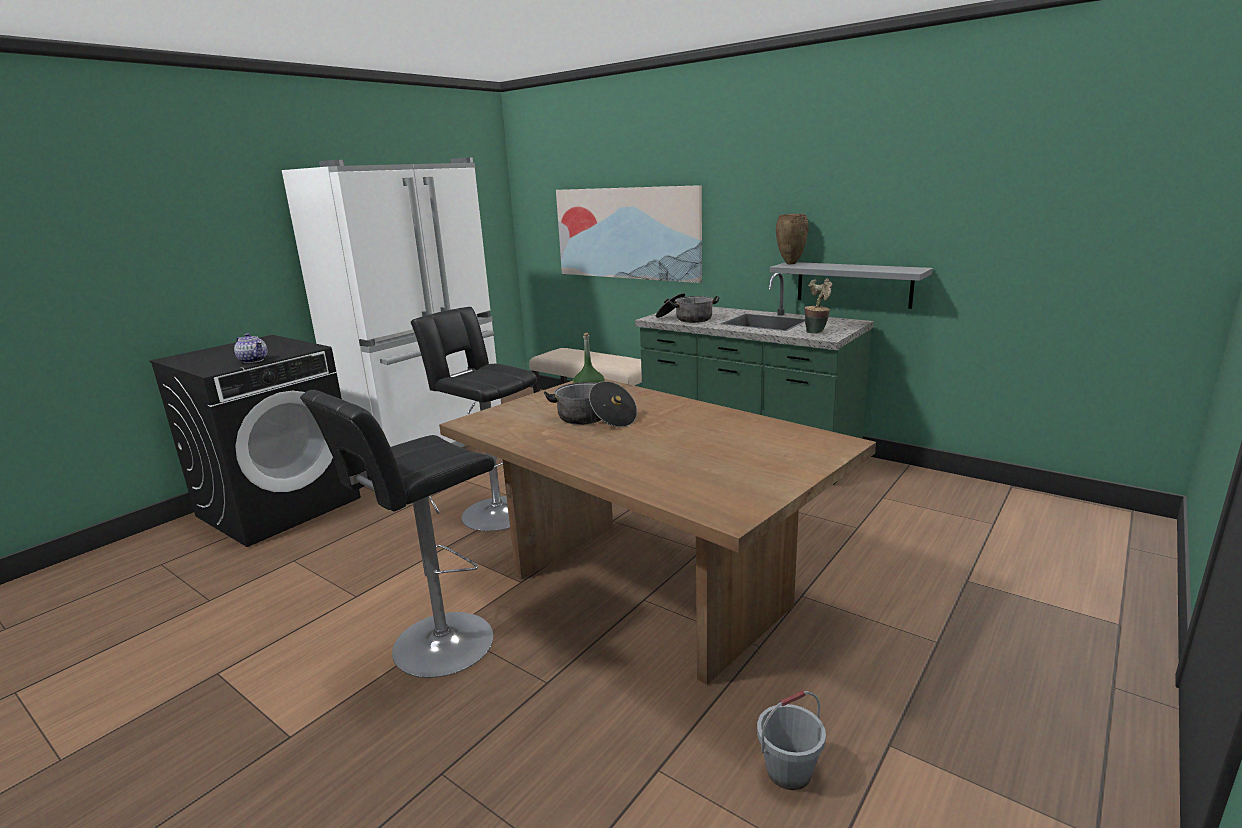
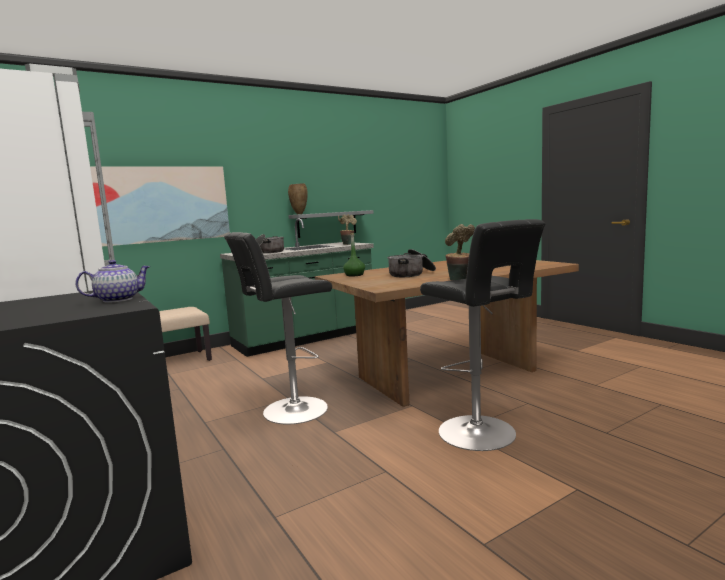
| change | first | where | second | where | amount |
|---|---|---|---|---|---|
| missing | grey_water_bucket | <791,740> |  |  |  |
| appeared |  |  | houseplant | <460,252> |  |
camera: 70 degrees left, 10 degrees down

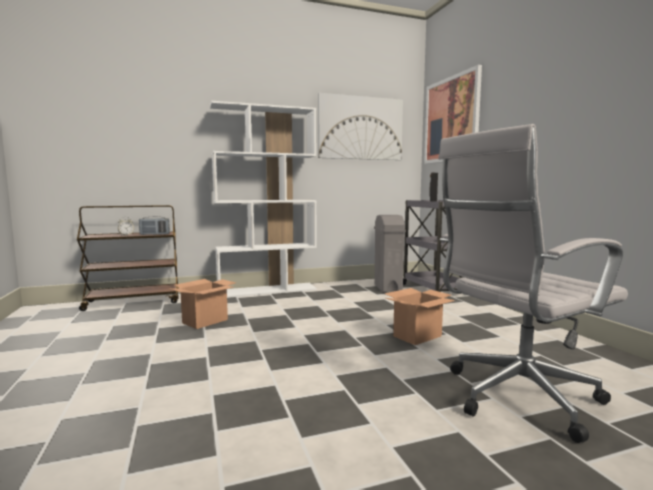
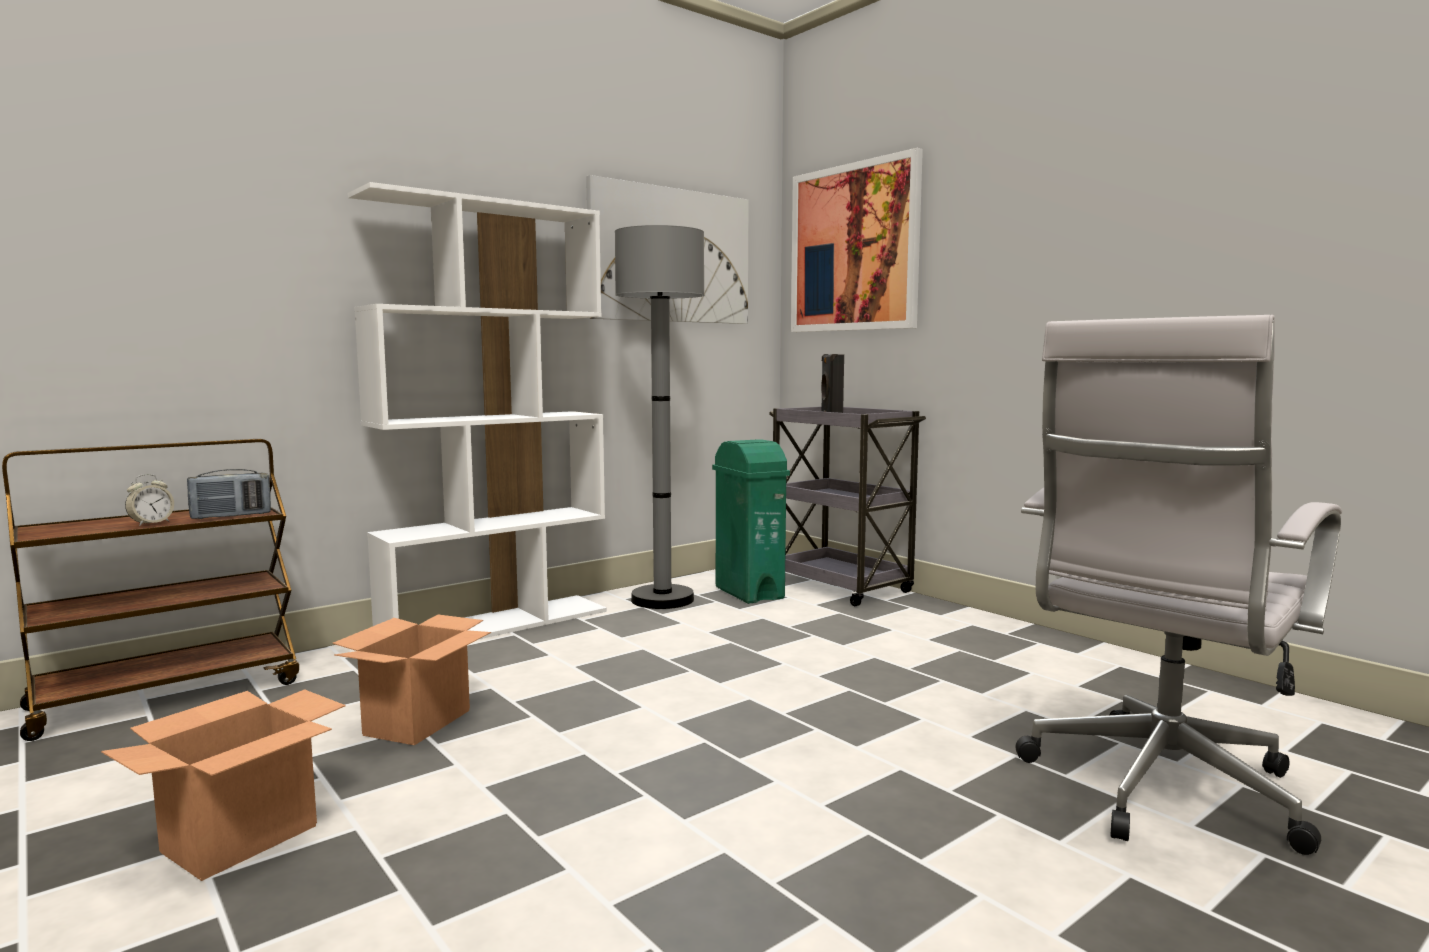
| change | first | where | second | where | amount |
|---|---|---|---|---|---|
| colour | grey_trash_can | <390,254> | greenish_trash_can | <751,521> |  |
| relocated | carton | <420,316> |  | <223,785> |  |
| appeared |  |  | grey_standard_lamp | <660,417> |  |
camera: 20 degrees left, 0 degrees up

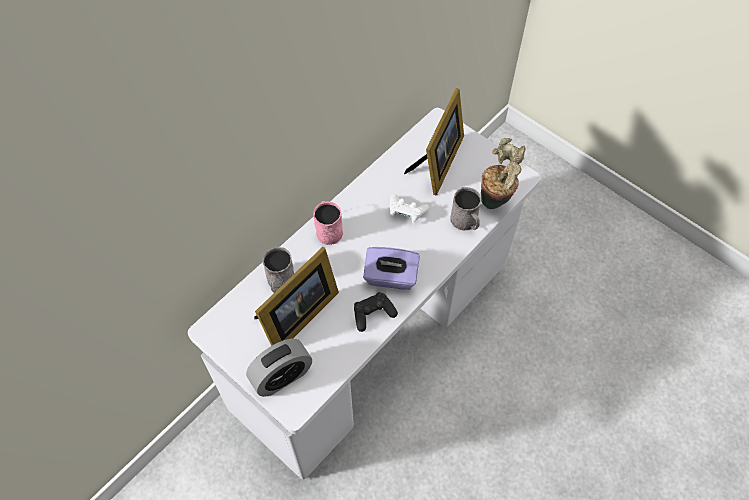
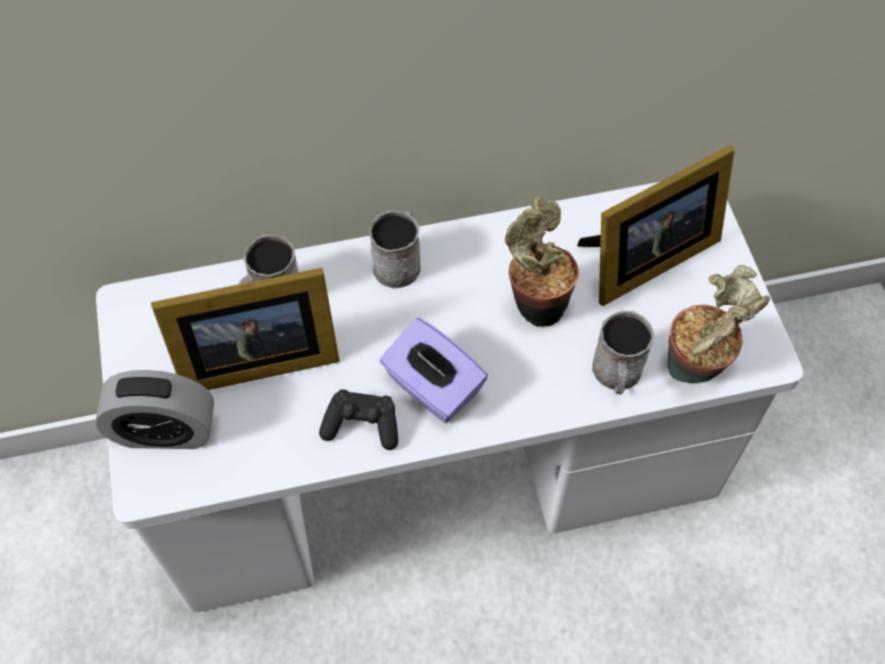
| change | first | where | second | where | amount |
|---|---|---|---|---|---|
| colour | pink-coloured_mug | <328,223> | grey_mug | <395,249> |  |
| exchanged | white_joypad | <409,209> | houseplant | <542,261> |  |
camera: 35 degrees right, 0 degrees up

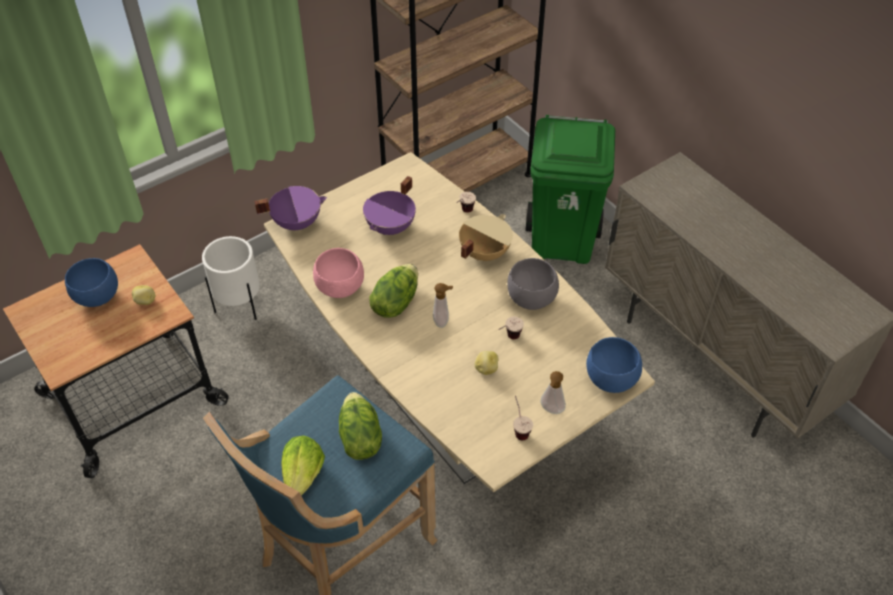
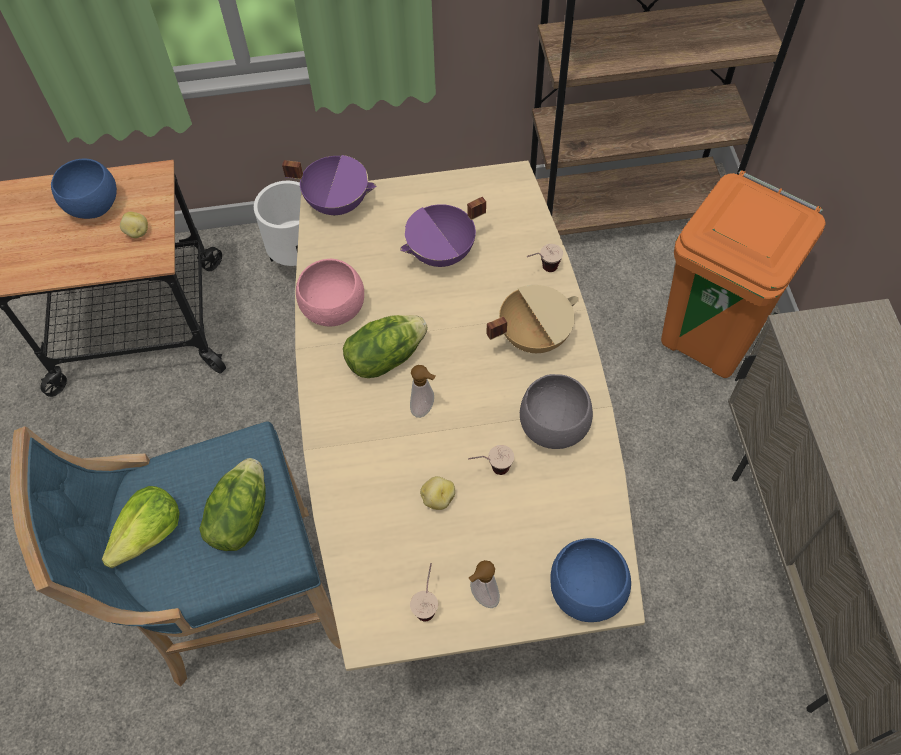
| change | first | where | second | where | amount |
|---|---|---|---|---|---|
| colour | greenish_trash_can | <570,189> | orangey_trash_can | <743,274> |  |
camera: 30 degrees right, 10 degrees up

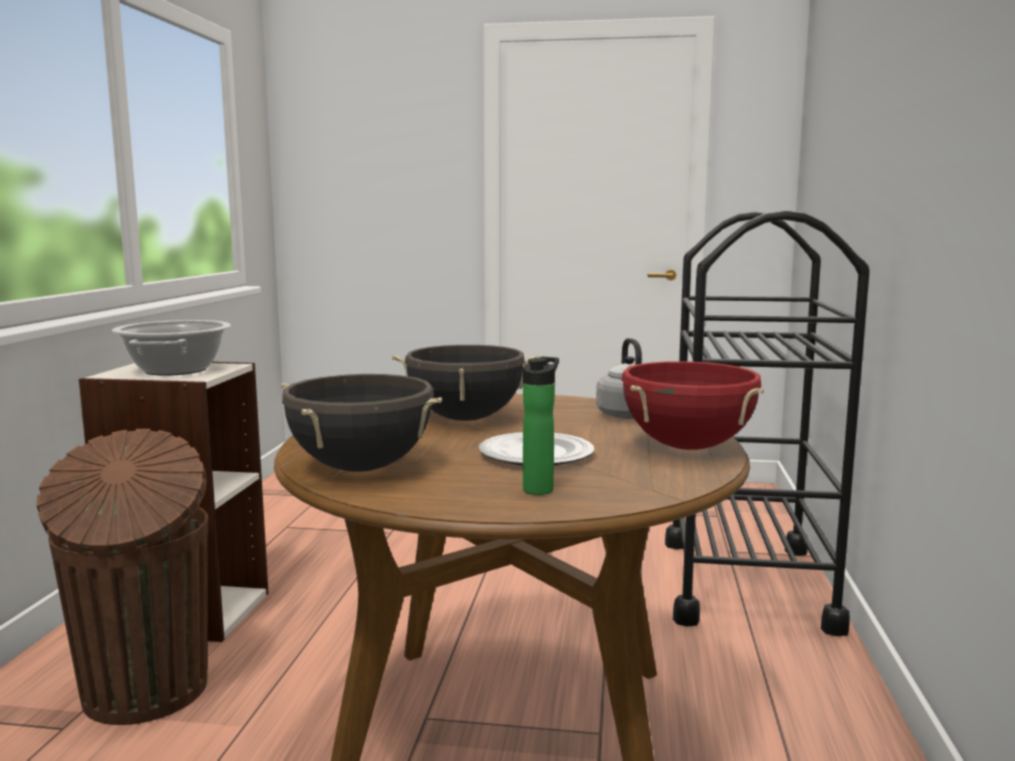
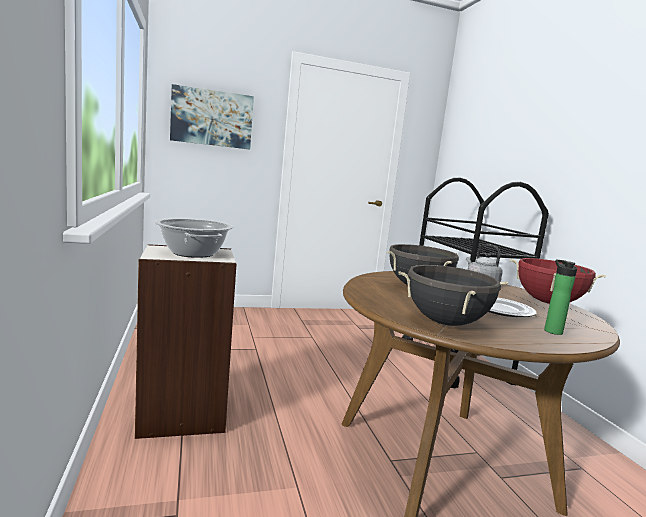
| change | first | where | second | where | amount |
|---|---|---|---|---|---|
| missing | brownish_trash_can | <122,577> |  |  |  |
| appeared |  |  | picture | <212,116> |  |
camera: 25 degrees left, 0 degrees up

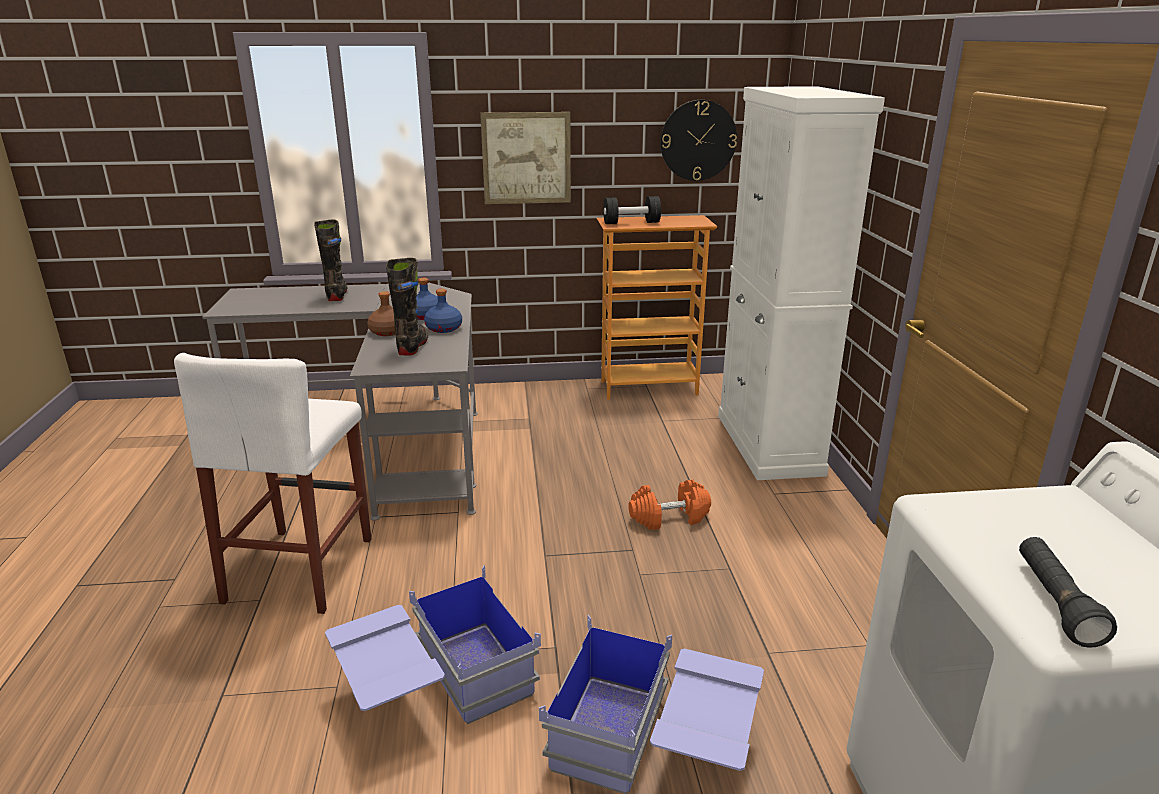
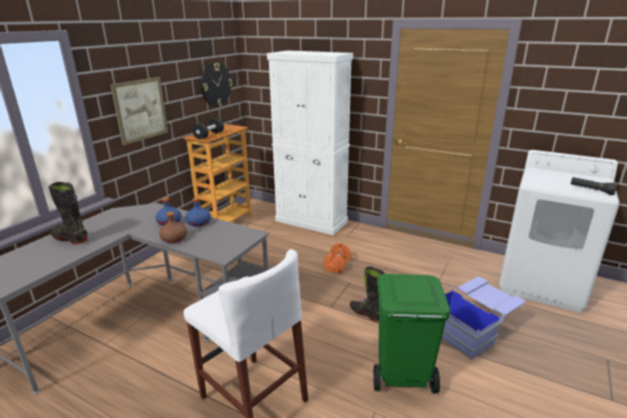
| change | first | where | second | where | amount |
|---|---|---|---|---|---|
| exchanged | bluish_storage_bin | <433,645> | greenish_trash_can | <411,334> |  |
| relocated | black_high-top_boot | <407,307> |  | <367,294> |  |
camera: 55 degrees left, 0 degrees up

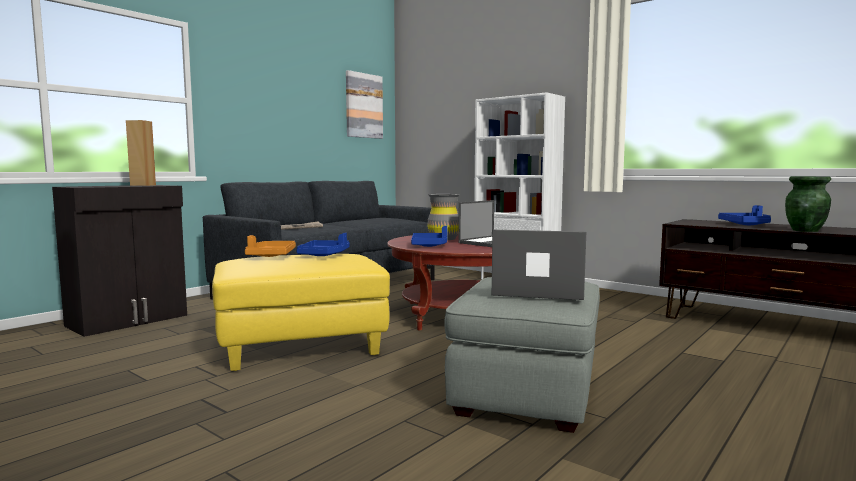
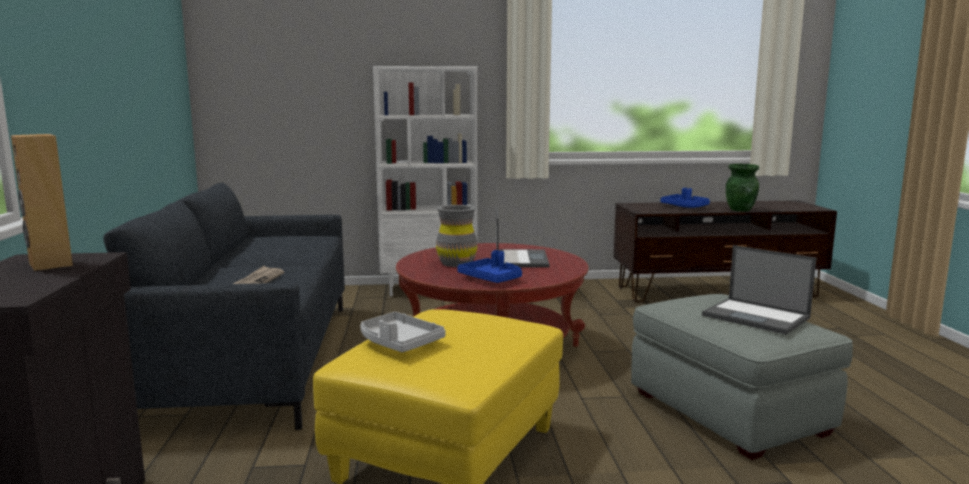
| change | first | where | second | where | amount |
|---|---|---|---|---|---|
| colour | orangey_serving_tray | <270,246> | grey_serving_tray | <403,332> |  |
| missing | bluish_serving_tray | <323,244> |  |  |  |
| missing | picture | <364,104> |  |  |  |
| spun | portable_computer | <539,265> |  | <759,290> | 105 degrees counterclockwise |
camera: 45 degrees left, 5 degrees up

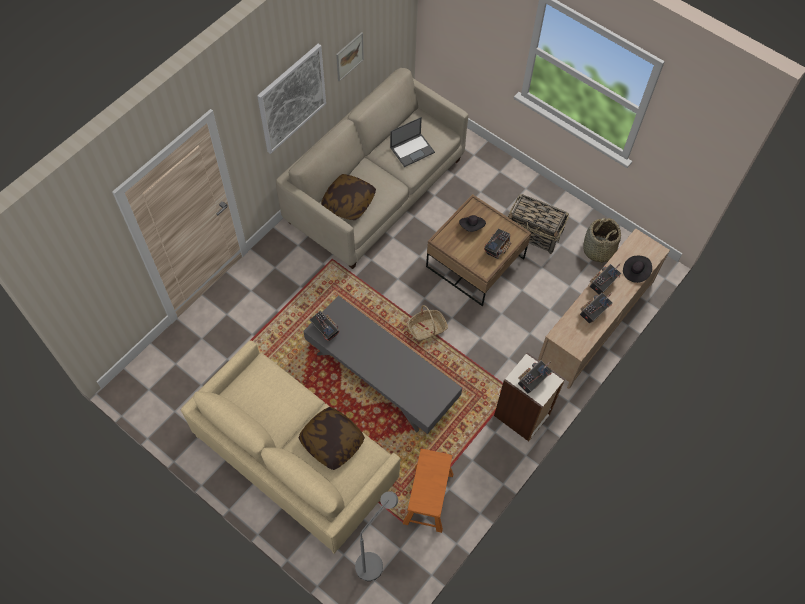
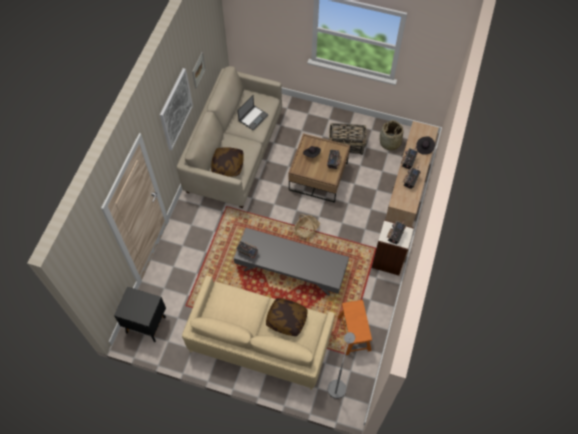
| change | first | where | second | where | amount |
|---|---|---|---|---|---|
| appeared |  |  | black_nightstand | <140,314> |  |
camera: 20 degrees left, 0 degrees up

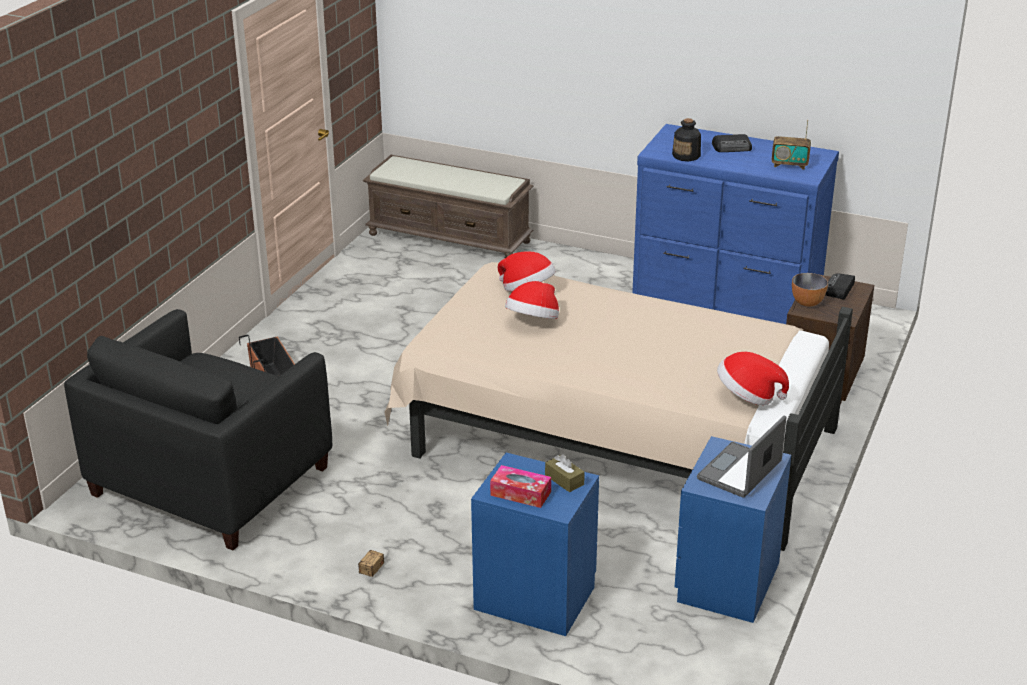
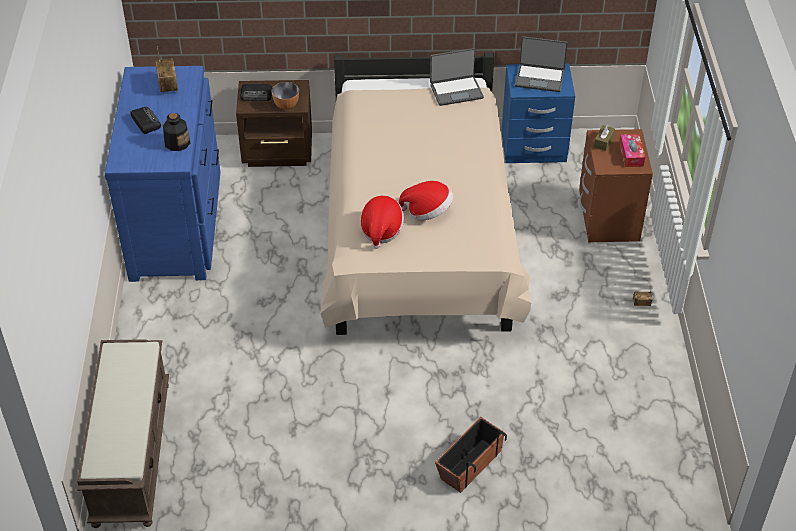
| change | first | where | second | where | amount |
|---|---|---|---|---|---|
| missing | black_easy_chair | <198,429> |  |  |  |
| colour | bluish_nightstand | <535,544> | brownish_nightstand | <616,185> |  |
| exchanged | clothing_hat | <753,378> | portable_computer | <457,77> |  |
camera: 115 degrees left, 15 degrees up

